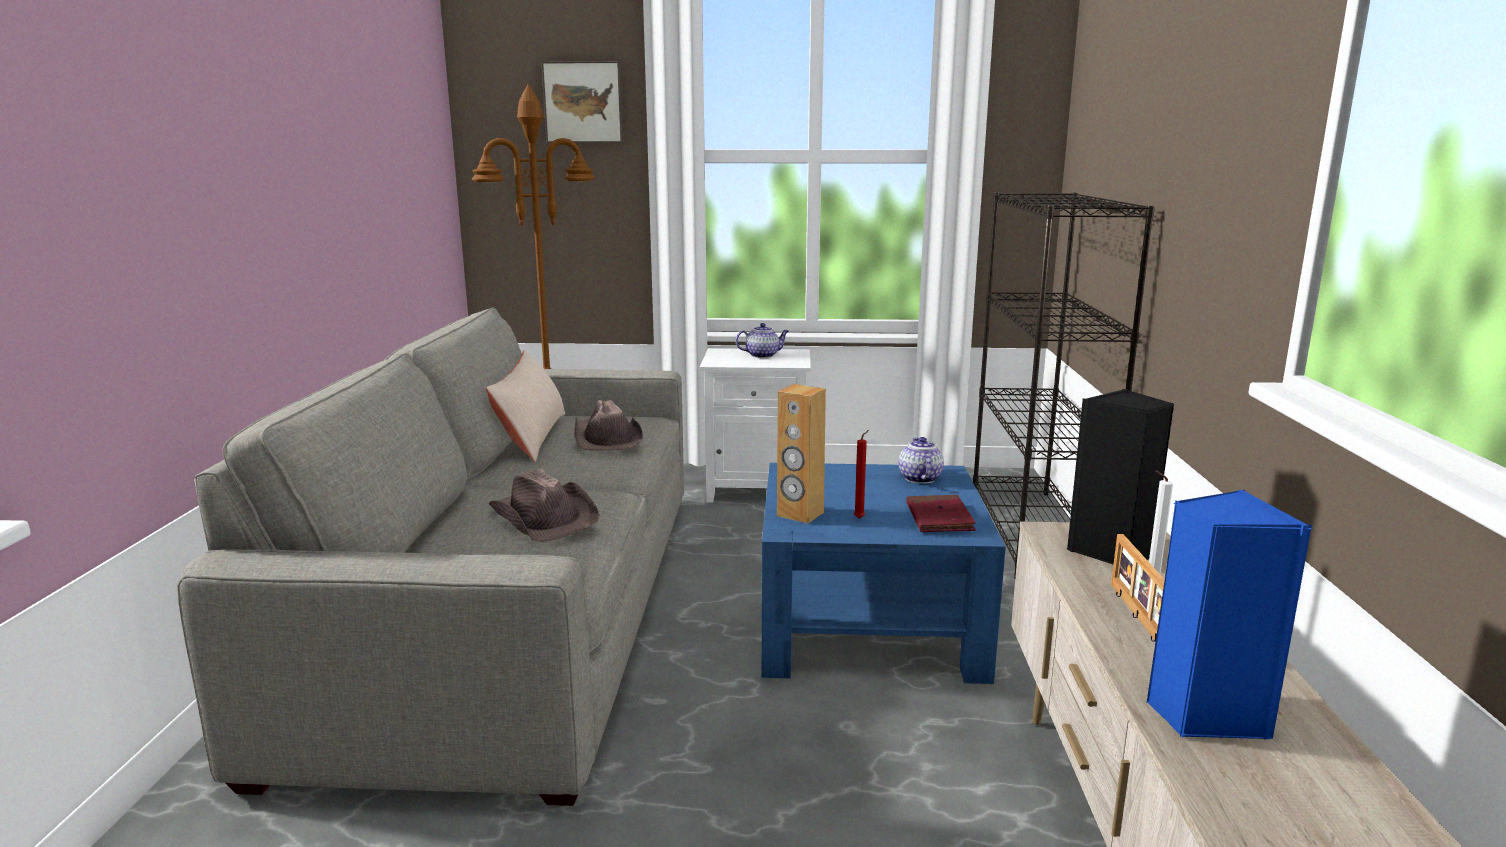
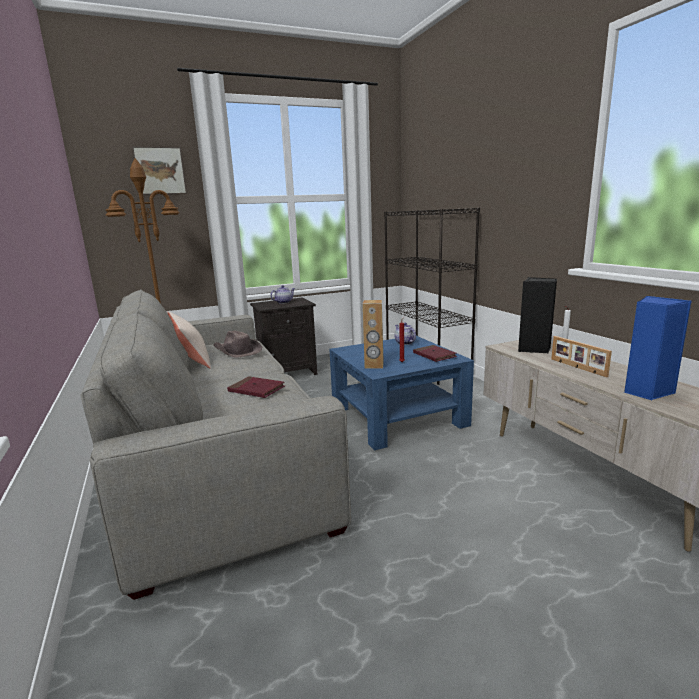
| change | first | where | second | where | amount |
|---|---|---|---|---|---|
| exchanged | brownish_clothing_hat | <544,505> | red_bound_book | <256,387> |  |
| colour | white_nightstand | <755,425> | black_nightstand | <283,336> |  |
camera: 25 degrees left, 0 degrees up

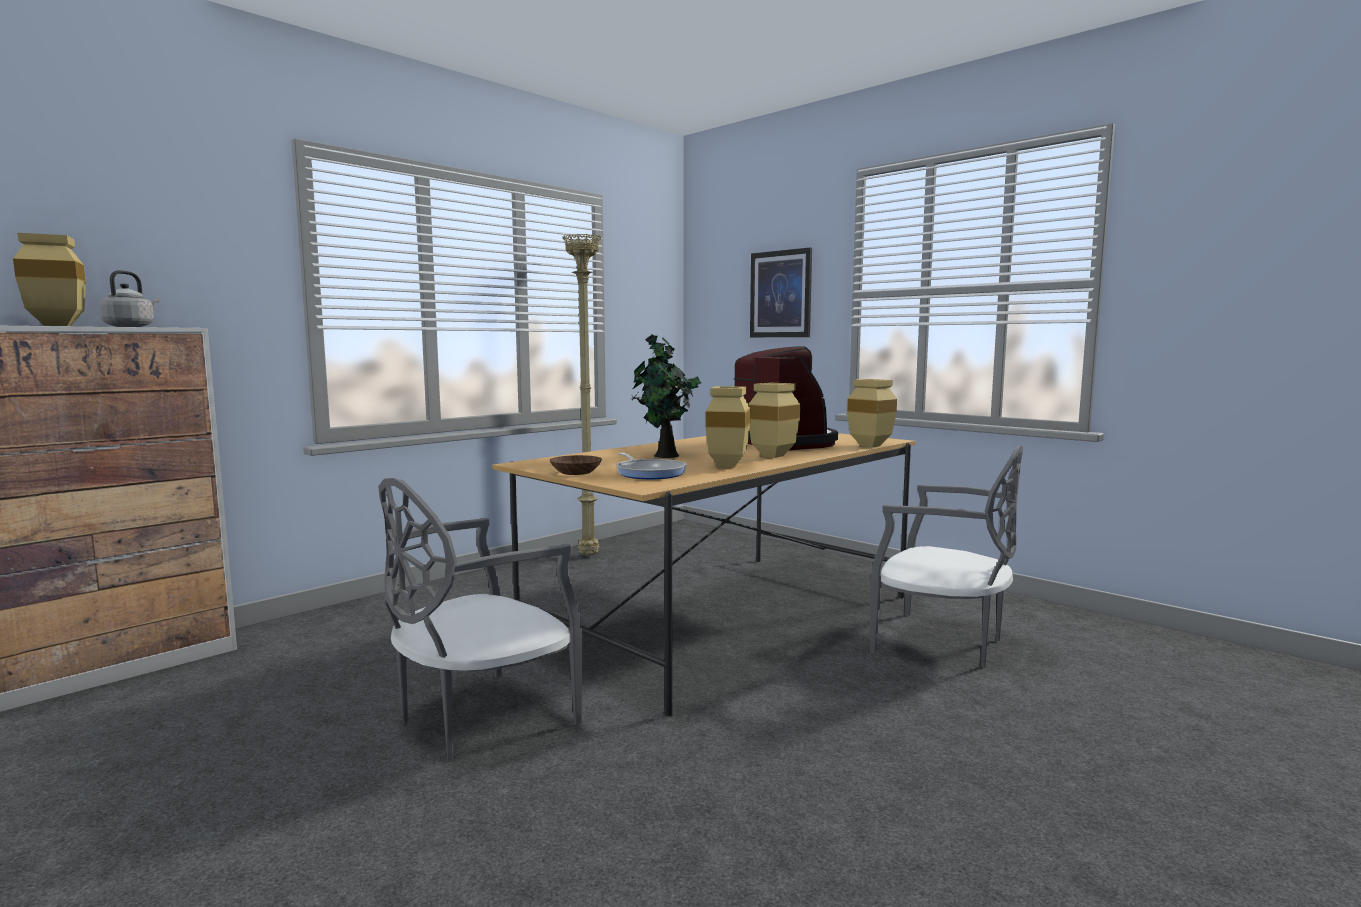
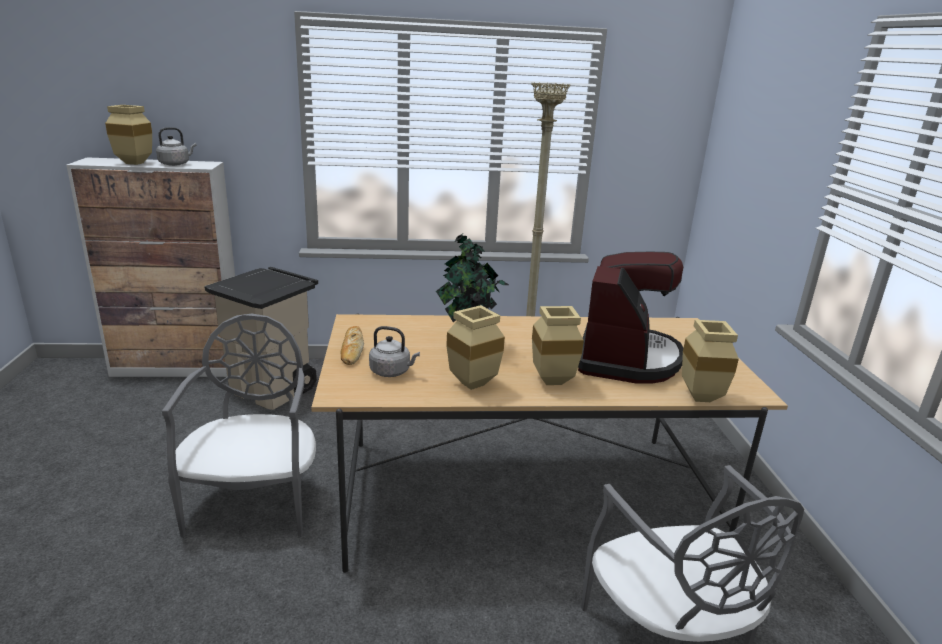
| change | first | where | second | where | amount |
|---|---|---|---|---|---|
| spun | grey_upright_chair | <480,619> |  | <239,425> | 90 degrees clockwise |
| exchanged | brownish_bowl | <576,465> | bakery_bread | <352,345> |  |
| exchanged | skillet | <652,466> | grey_kettle | <394,351> |  |
| missing | picture | <781,292> |  |  |  |
| appeared |  |  | beige-coloured_trash_can | <261,338> |  |
camera: 40 degrees right, 15 degrees up

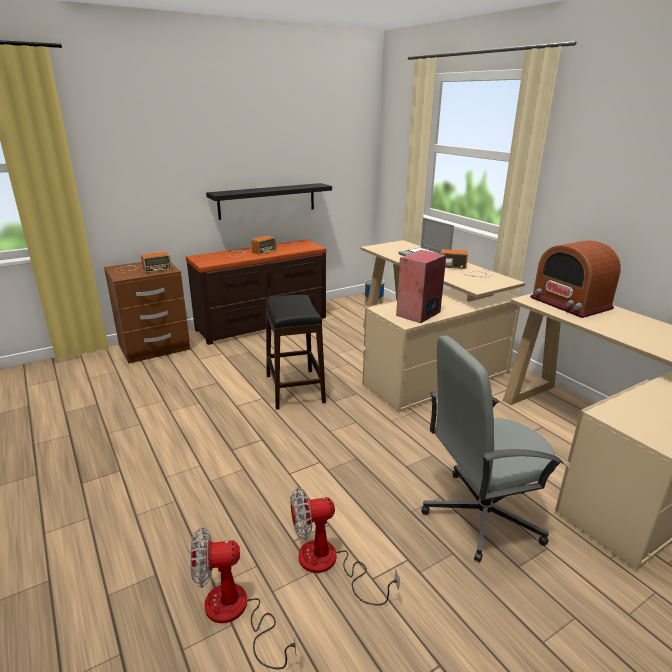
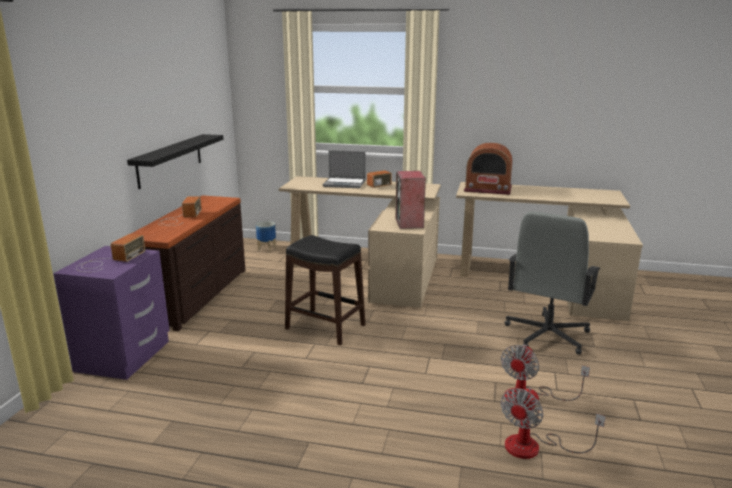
| change | first | where | second | where | amount |
|---|---|---|---|---|---|
| colour | brownish_nightstand | <147,313> | purple_nightstand | <111,313> |  |
camera: 45 degrees left, 5 degrees down

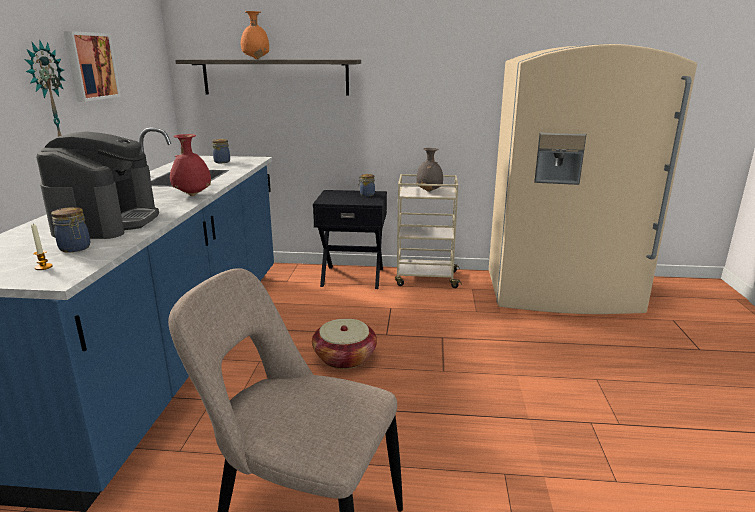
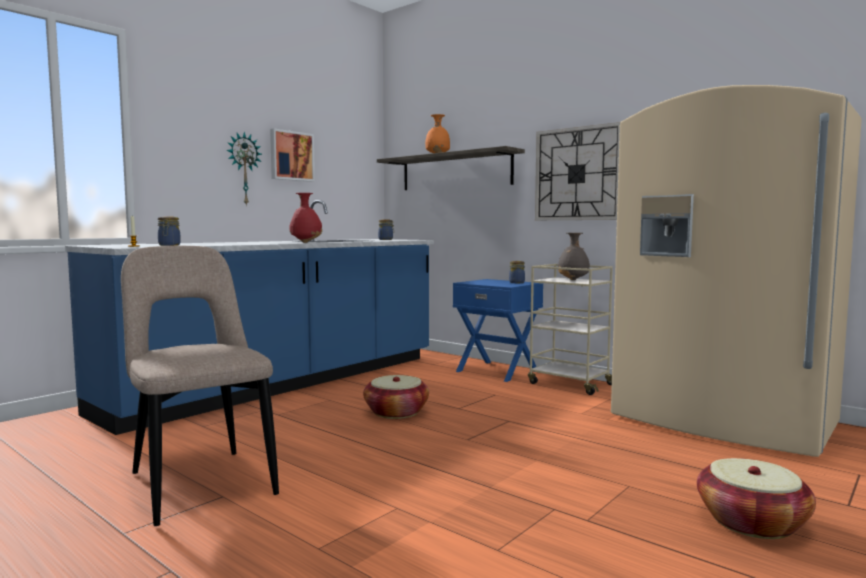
| change | first | where | second | where | amount |
|---|---|---|---|---|---|
| missing | coffee_machine | <97,185> |  |  |  |
| colour | black_nightstand | <350,239> | bluish_nightstand | <498,330> |  |
| appeared |  |  | wall_clock | <577,171> |  |
| appeared |  |  | storage_basket | <756,498> |  |
camera: 35 degrees right, 15 degrees down

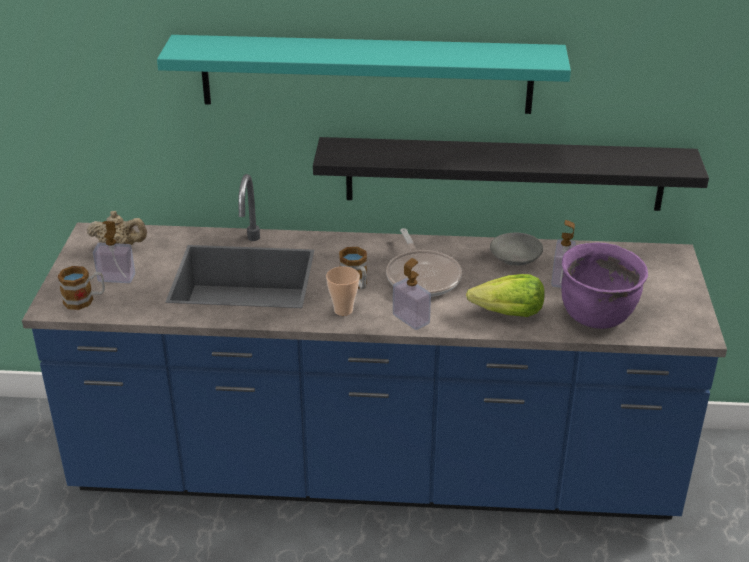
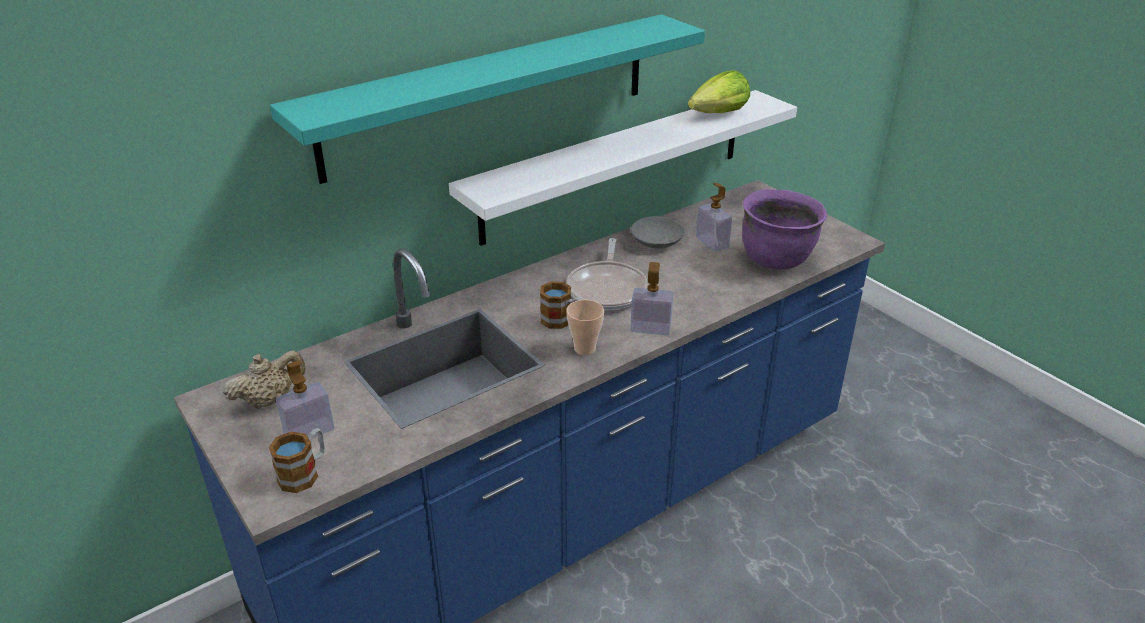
| change | first | where | second | where | amount |
|---|---|---|---|---|---|
| colour | black_bracket_shelf | <511,174> | white_bracket_shelf | <623,168> |  |
| spun | skillet | <424,262> |  | <607,274> | 60 degrees clockwise |
| relocated | lettuce_head | <505,295> |  | <719,91> |  |
camera: 40 degrees left, 0 degrees up

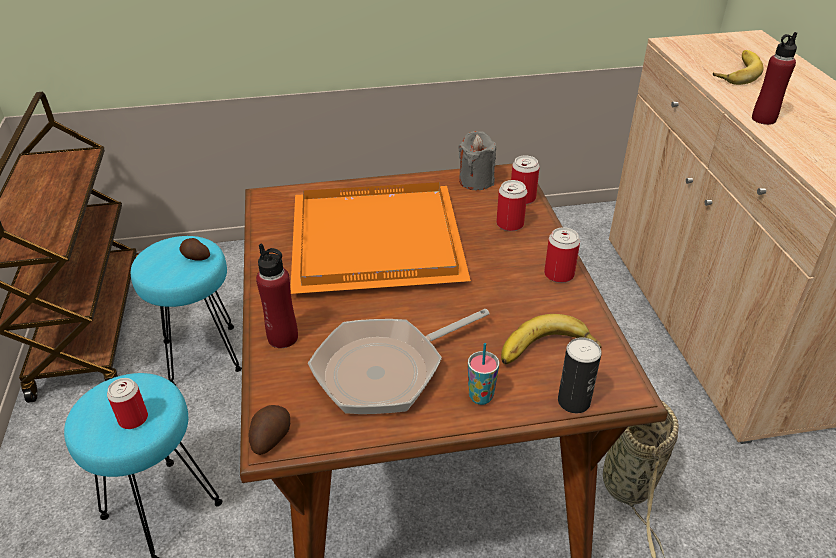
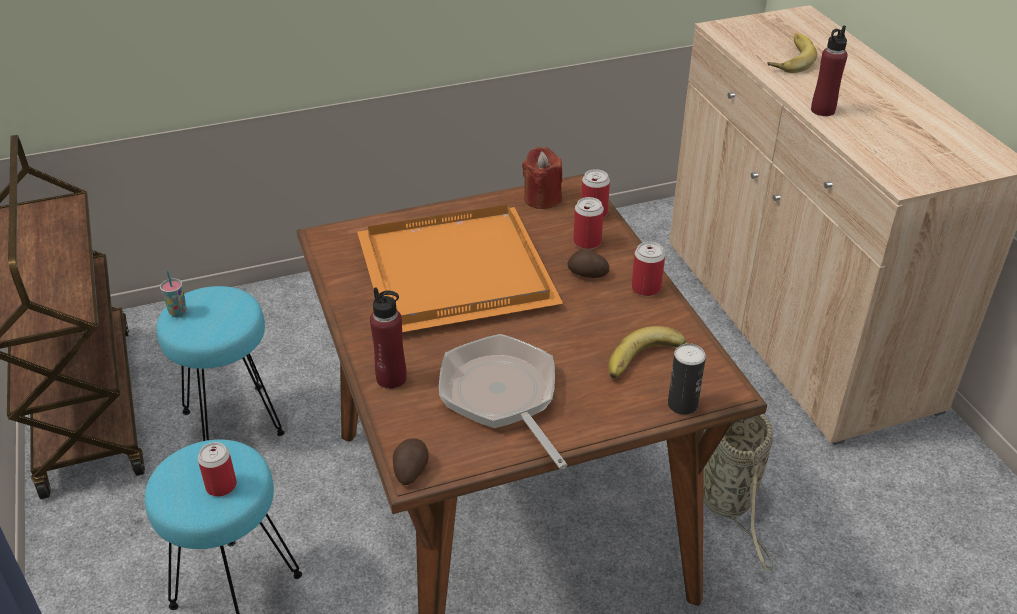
| change | first | where | second | where | amount |
|---|---|---|---|---|---|
| relocated | whole_potato | <194,249> |  | <588,263> |  |
| spun | skillet | <399,361> |  | <503,401> | 105 degrees clockwise |
| colour | grey_candle | <477,160> | red_candle | <542,178> |  |
| relocated | cup | <483,374> |  | <173,294> |  |
camera: 10 degrees left, 0 degrees up

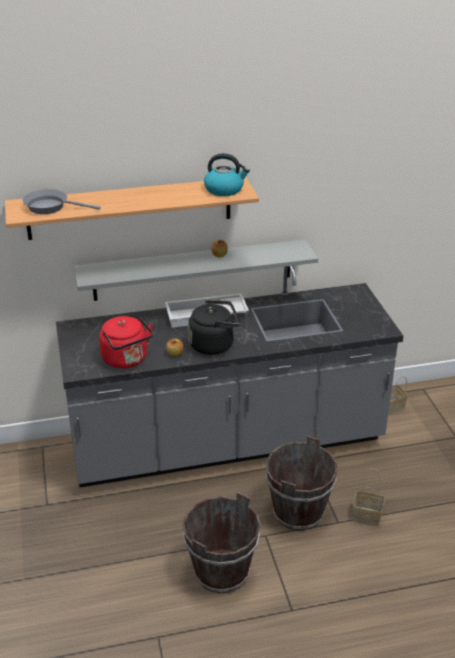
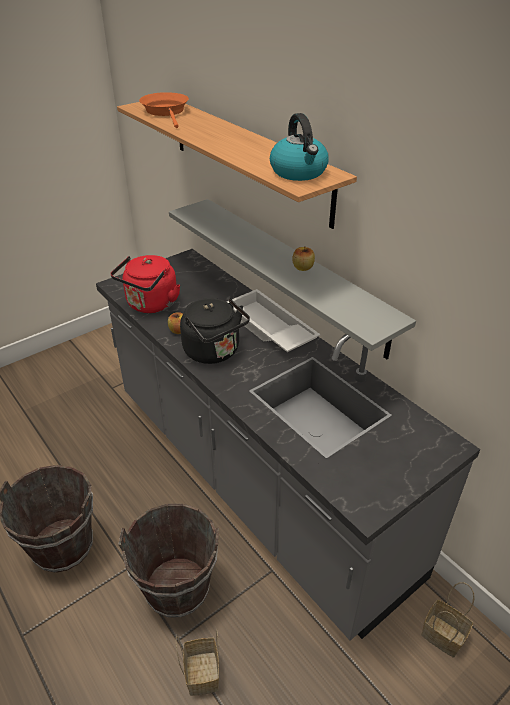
| change | first | where | second | where | amount |
|---|---|---|---|---|---|
| colour | grey_skillet | <61,201> | orangey_skillet | <164,110> |  |
camera: 65 degrees right, 5 degrees up

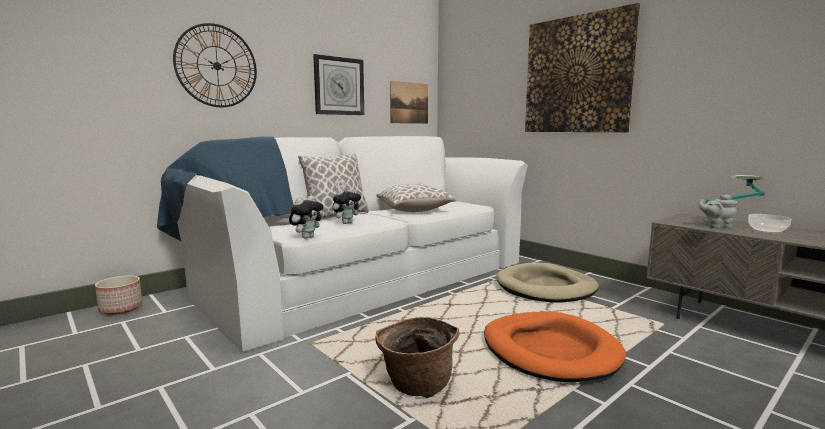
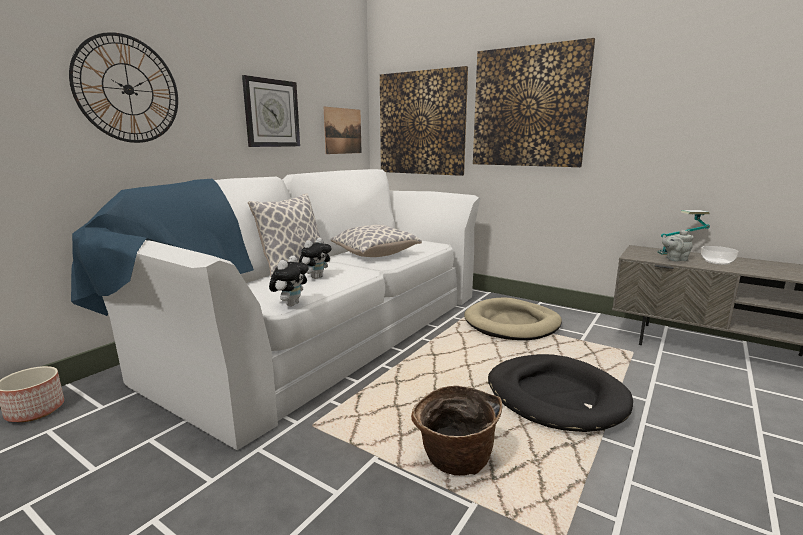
| change | first | where | second | where | amount |
|---|---|---|---|---|---|
| colour | orangey_dog_bed | <555,347> | black_dog_bed | <560,393> |  |
| appeared |  |  | picture | <424,121> |  |
camera: 15 degrees left, 5 degrees up

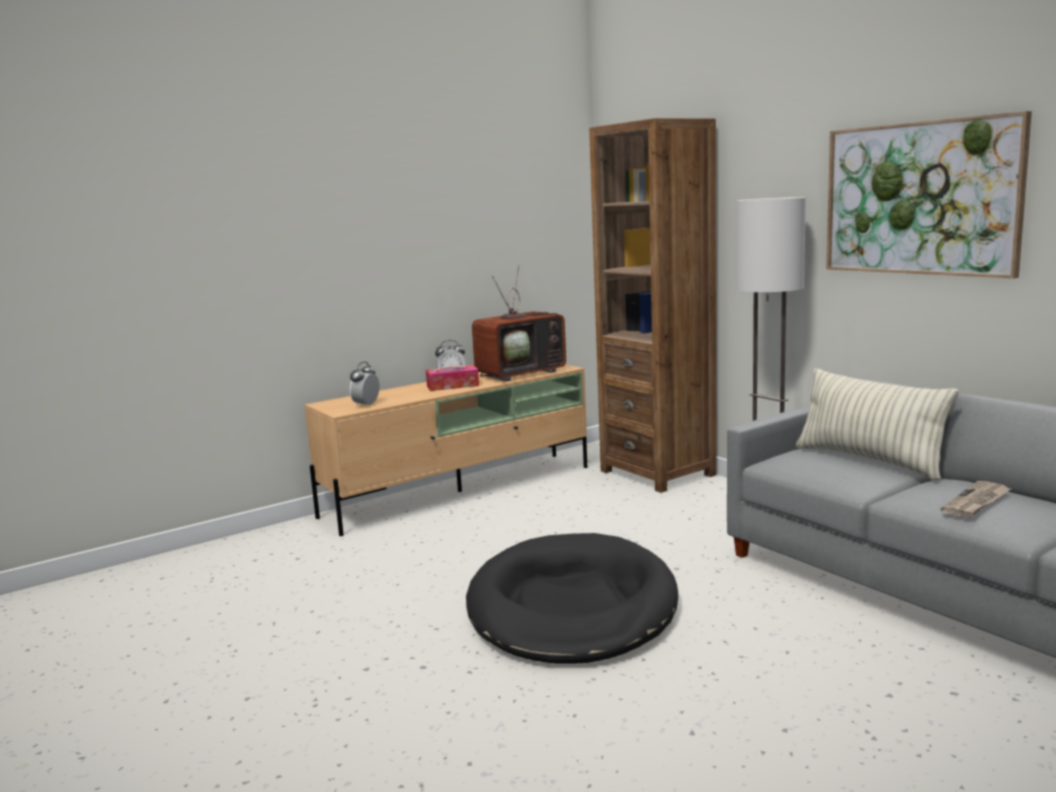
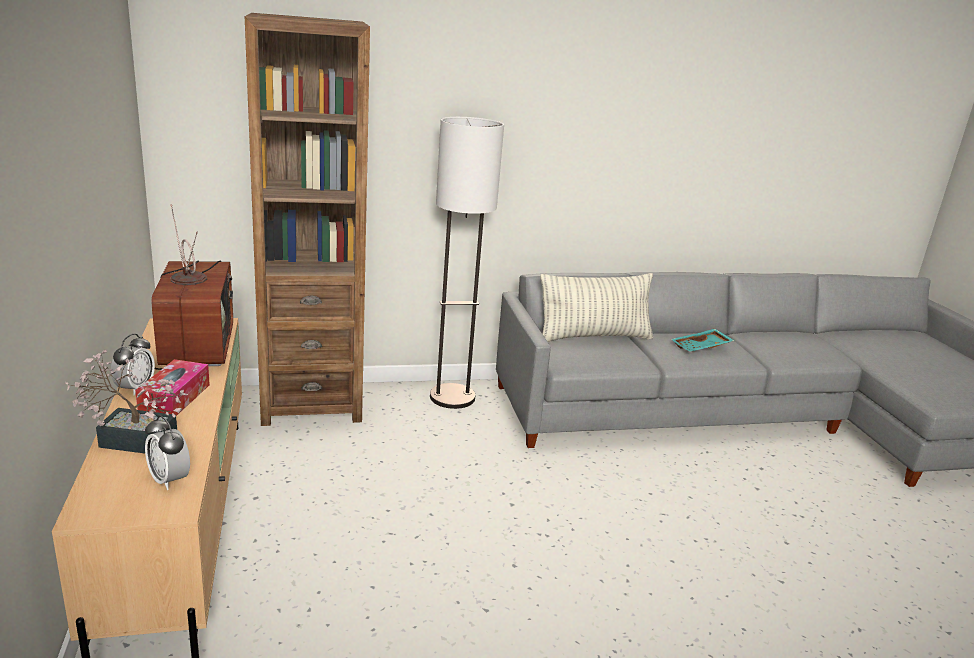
| change | first | where | second | where | amount |
|---|---|---|---|---|---|
| missing | black_dog_bed | <572,598> |  |  |  |
| missing | picture | <929,195> |  |  |  |
| exchanged | printed_paper | <976,499> | turquoise-coloured_serving_tray | <703,340> |  |
| appeared |  |  | houseplant | <126,401> |  |
camera: 70 degrees left, 10 degrees up

